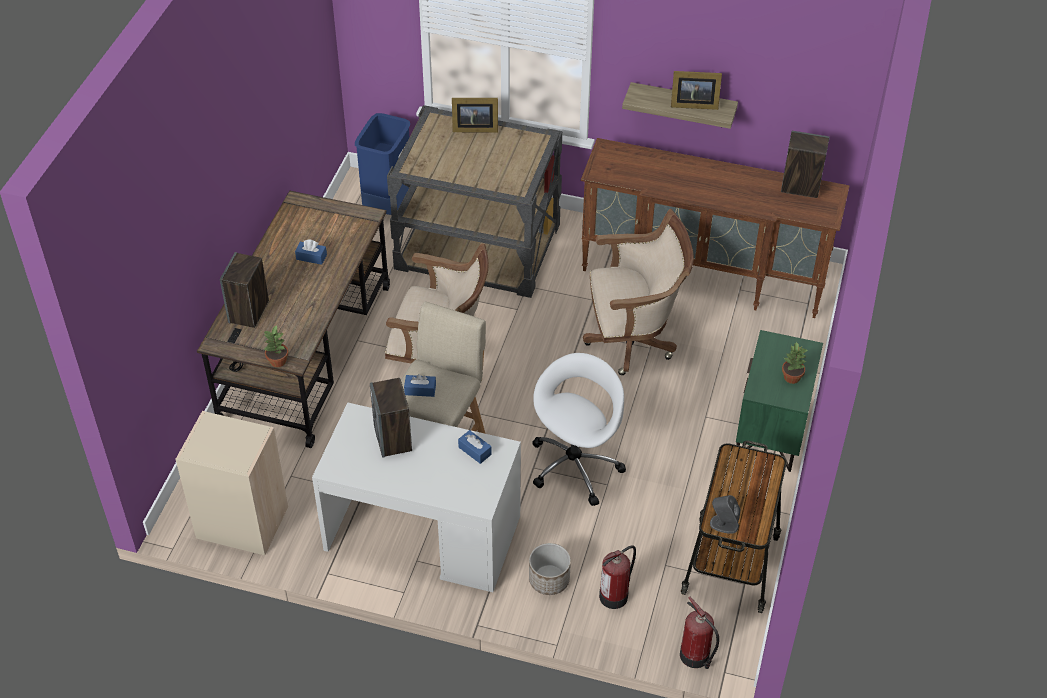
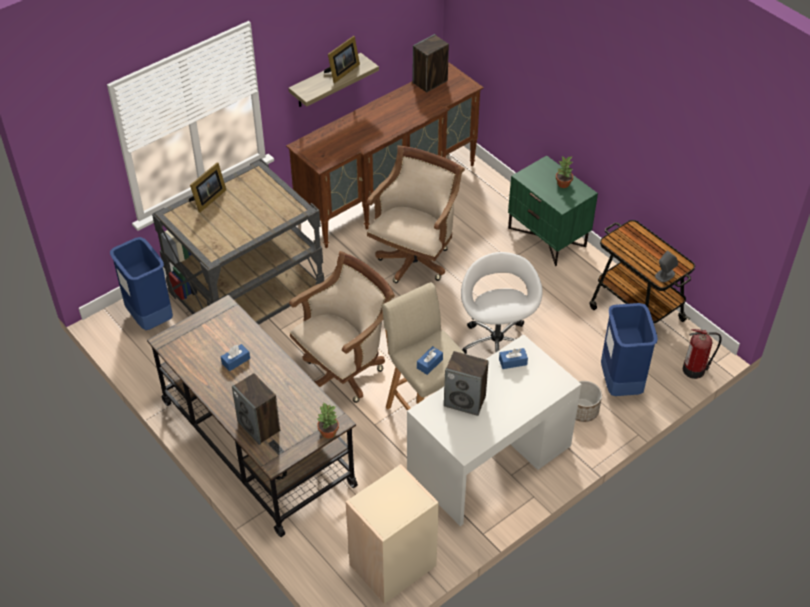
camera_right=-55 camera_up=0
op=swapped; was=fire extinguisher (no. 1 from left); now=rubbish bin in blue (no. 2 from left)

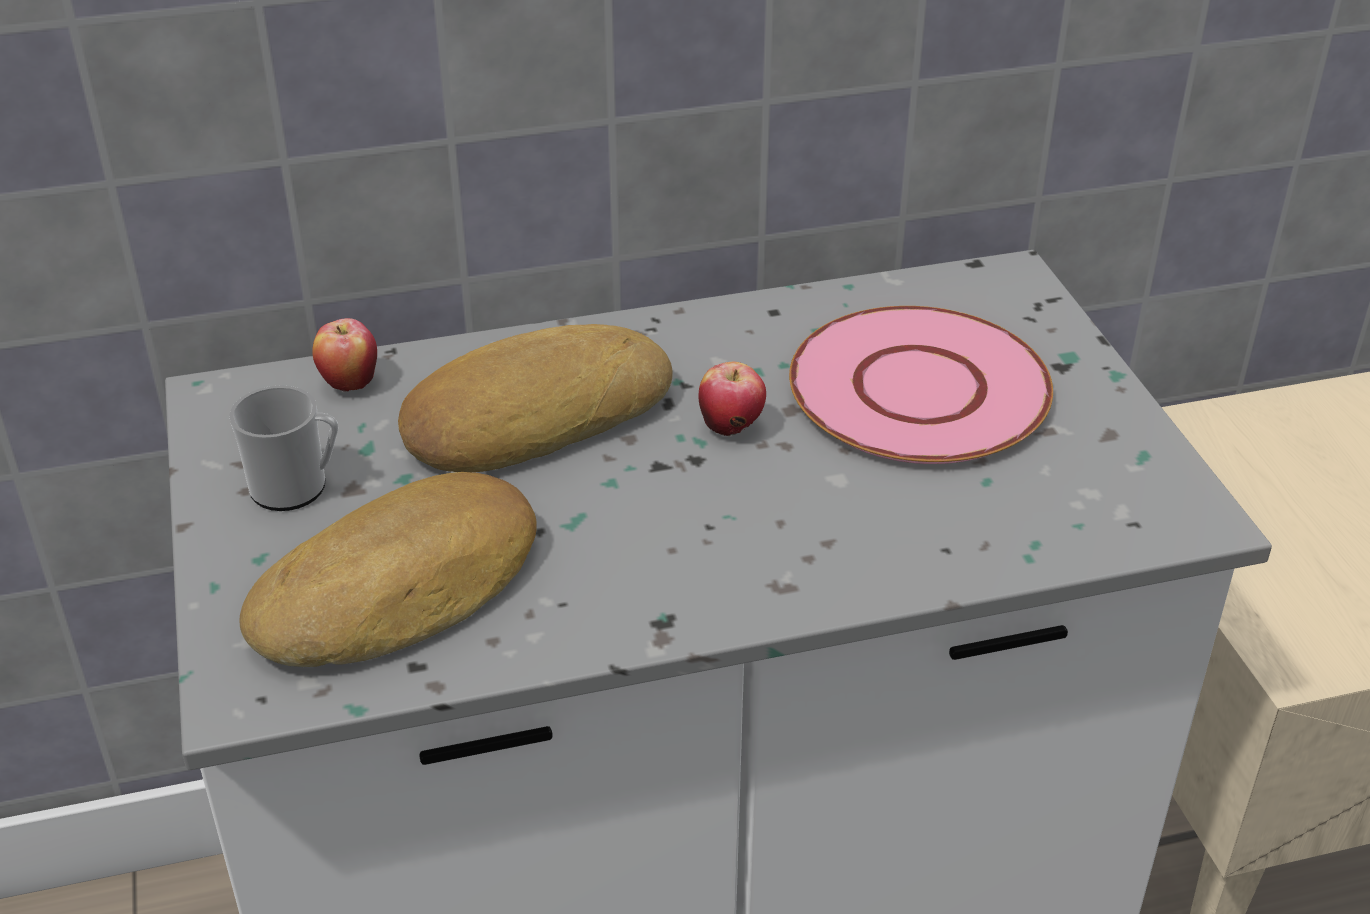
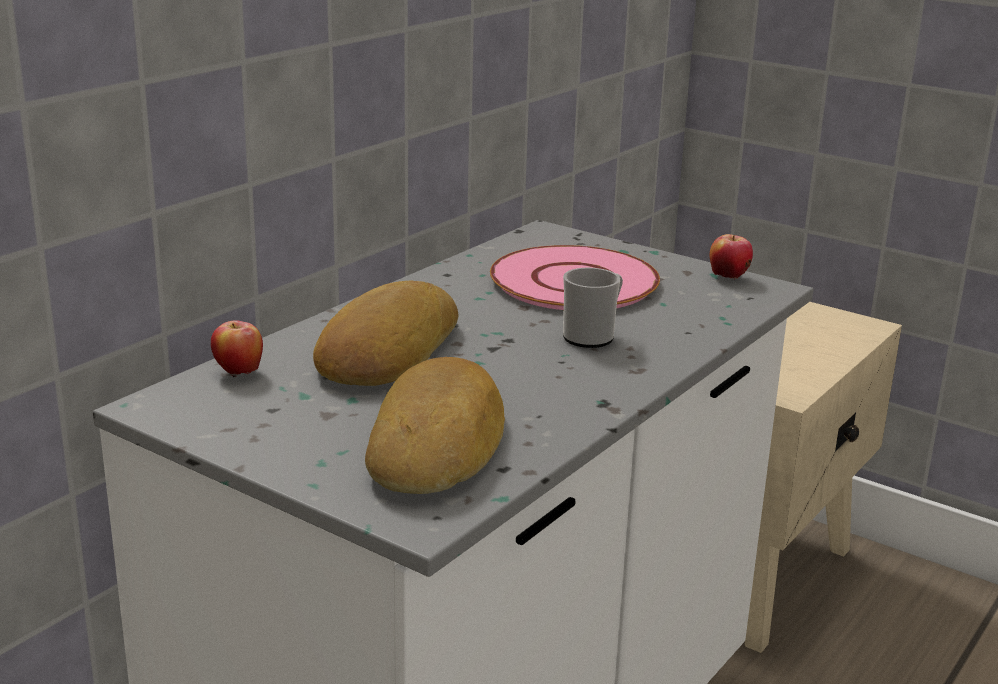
camera_right=-40 camera_up=-15
op=shifted; was=whole apple (no. 2 from left)
op=shifted; was=coffee mug

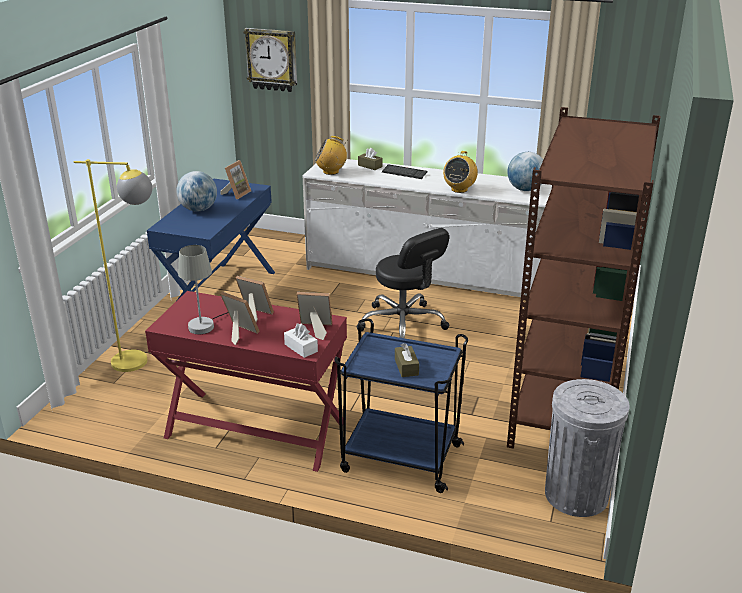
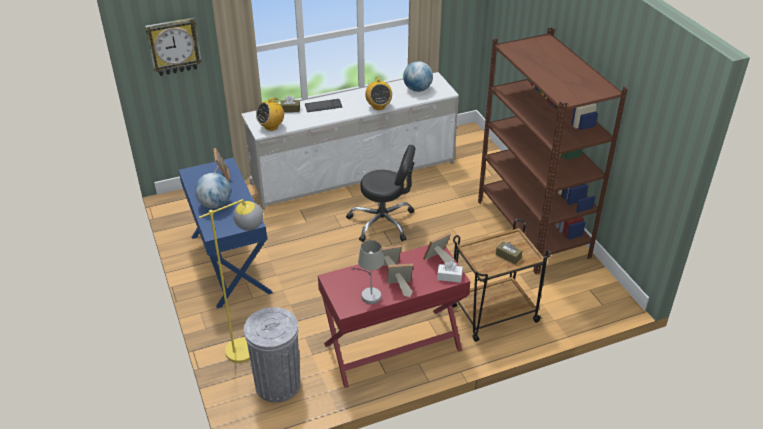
camera_right=-40 camera_up=10
op=repainted; was=wheeled cart in blue; now=wheeled cart in brownish
op=shifted; was=rubbish bin in gray

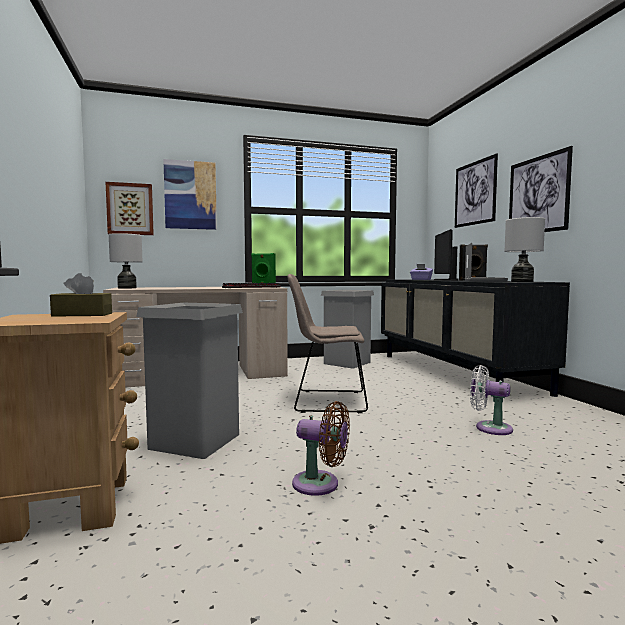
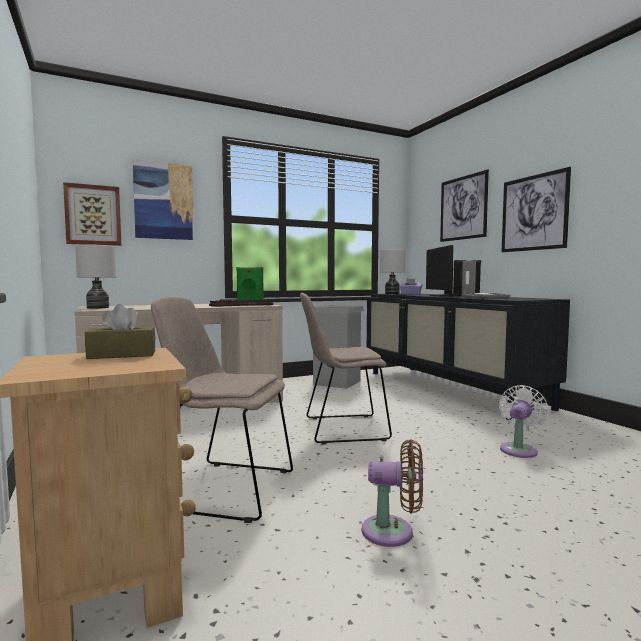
camera_right=-10 camera_up=0
op=shifted; was=table lamp in gray (no. 2 from left)
op=swapped; was=rubbish bin in gray (no. 1 from left); now=chair in beige-coloured (no. 1 from left)
op=rotated; was=cooling fan in white-coloured; clockwise=105

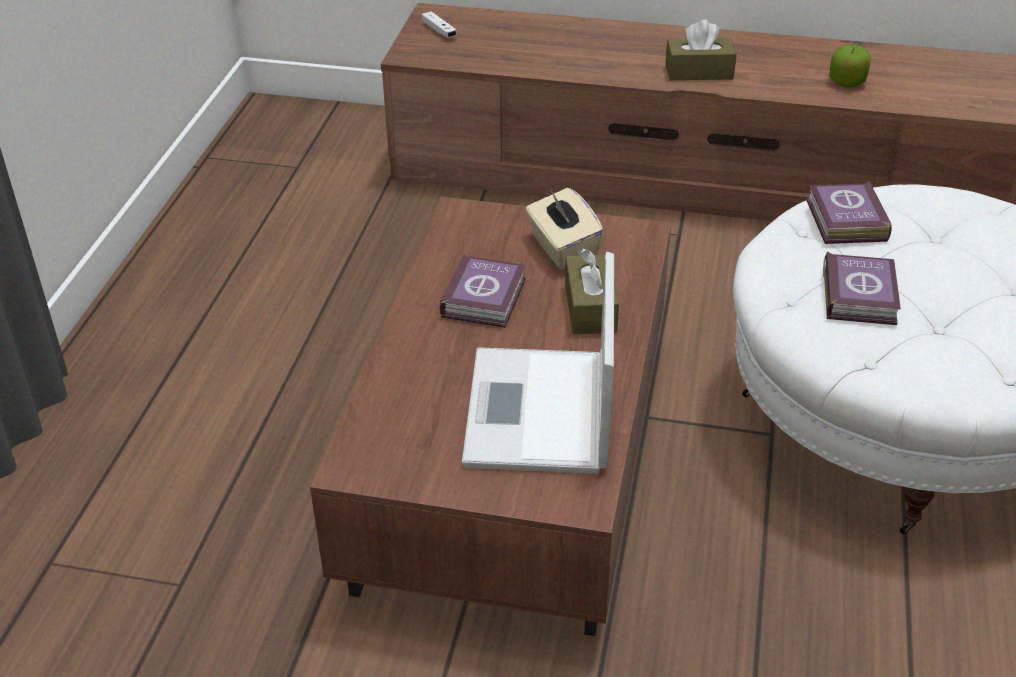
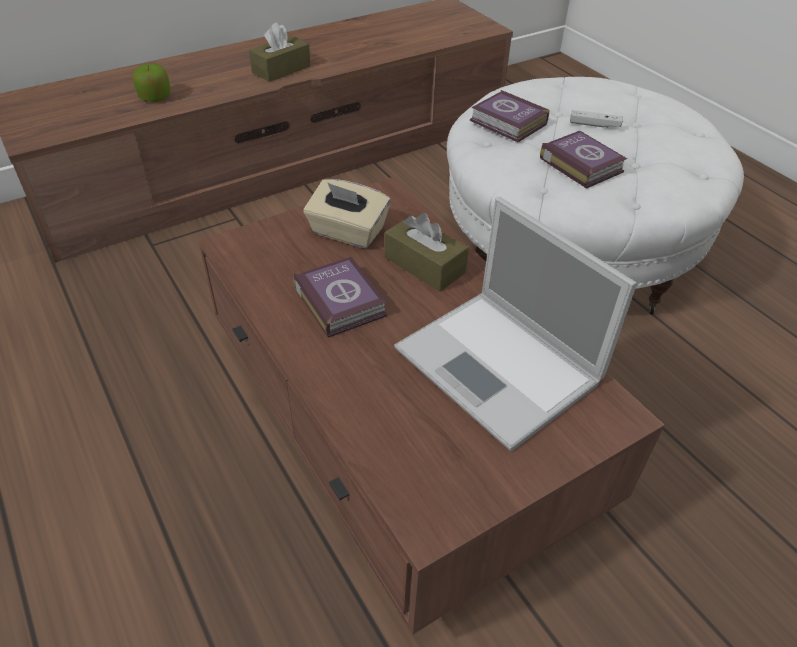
camera_right=-45 camera_up=5
op=shifted; was=game controller in white-coloured
op=shifted; was=whole apple

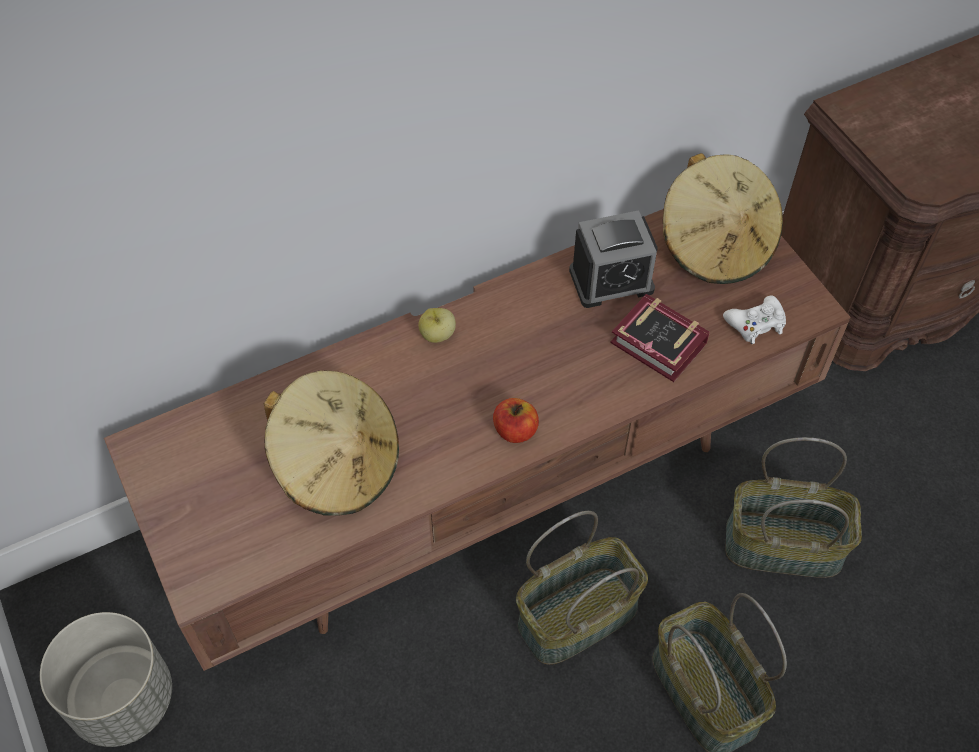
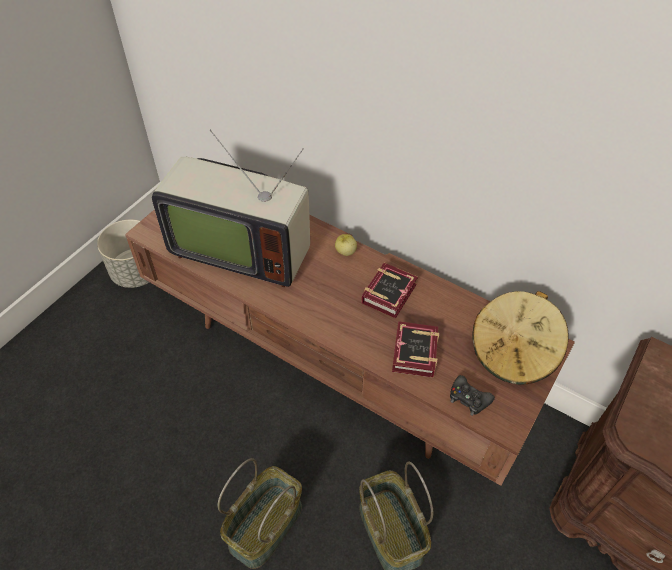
camera_right=60 camera_up=-5
op=gone; was=table clock
op=repainted; was=game controller in white-coloured; now=game controller in black
op=swapped; was=clothing hat in beige-coloured (no. 1 from left); now=TV set
op=gone; was=whole apple (no. 2 from left)
op=gone; was=basket (no. 1 from left)
op=new; now=bound book (no. 1 from left)

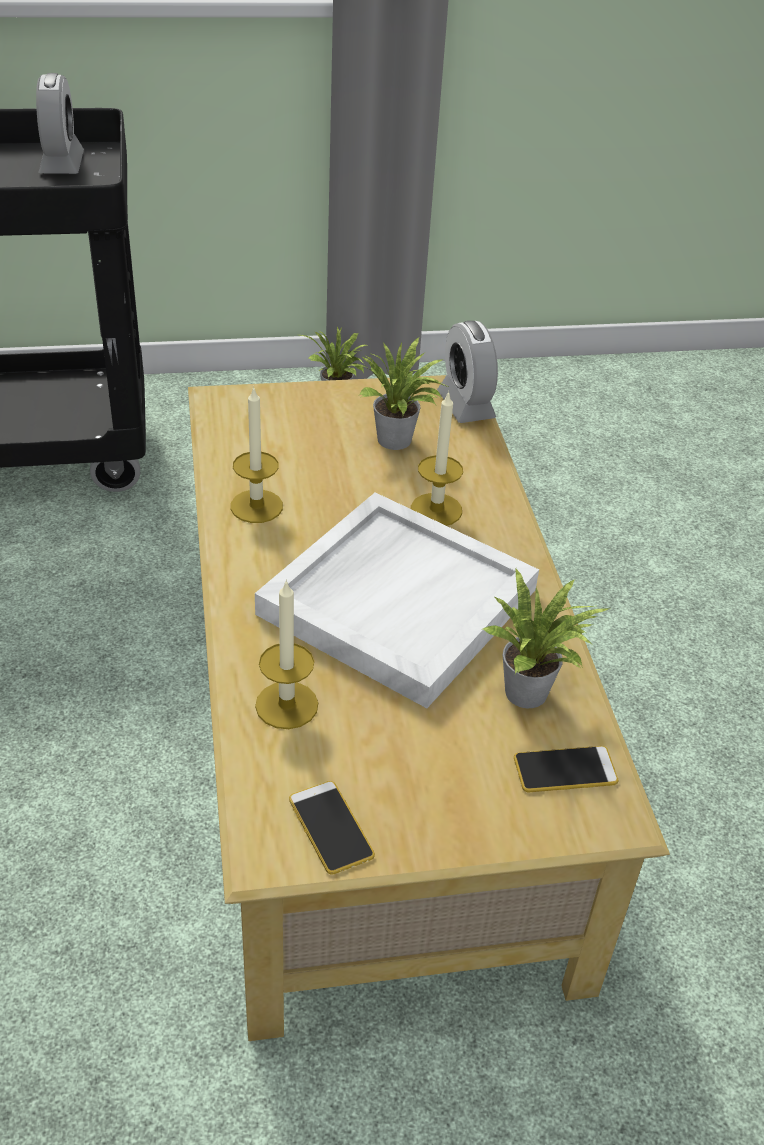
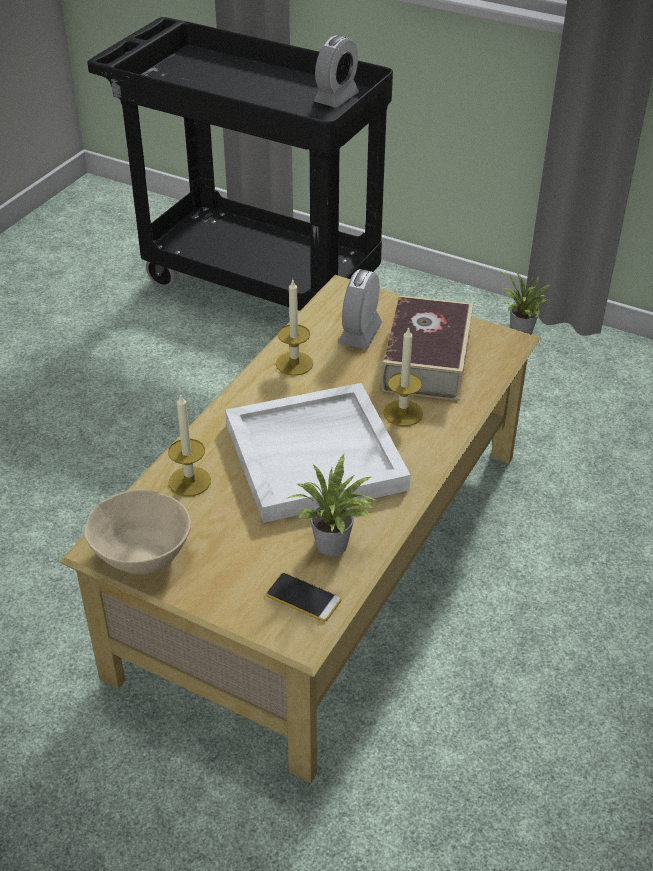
camera_right=40 camera_up=0
op=shifted; was=table clock (no. 2 from left)
op=swapped; was=potted plant (no. 2 from left); now=bound book
op=swapped; was=handset (no. 1 from left); now=serving bowl in beige-coloured

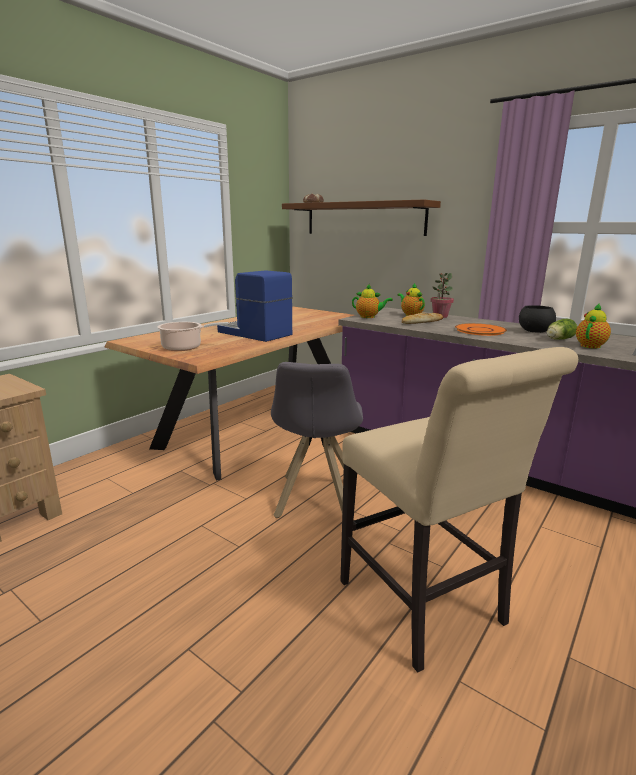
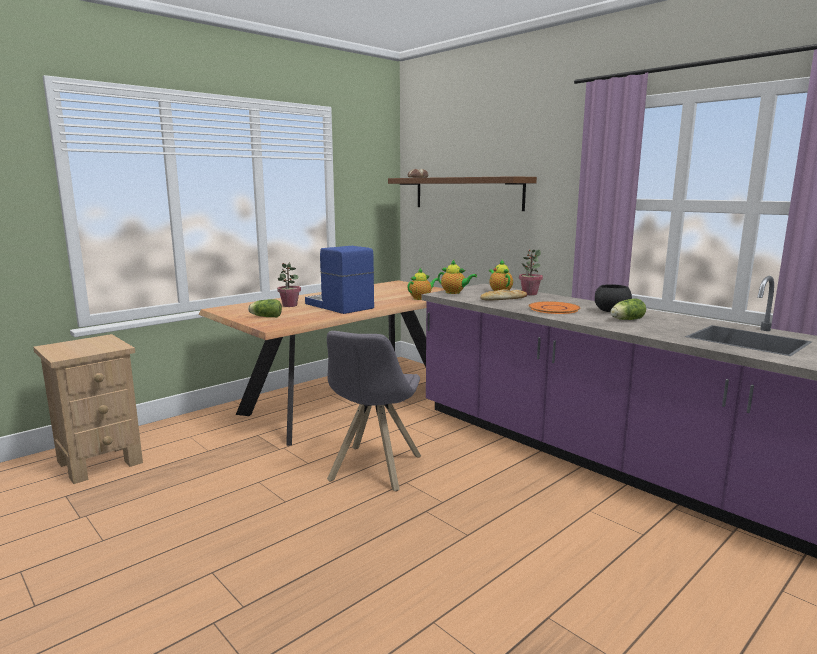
camera_right=10 camera_up=-5
op=shifted; was=teapot (no. 3 from left in the first image); now=teapot (no. 1 from left)
op=swapped; was=stockpot; now=head of lettuce (no. 1 from left)
op=gone; was=stool in beige-coloured
op=new; now=potted plant (no. 1 from left)

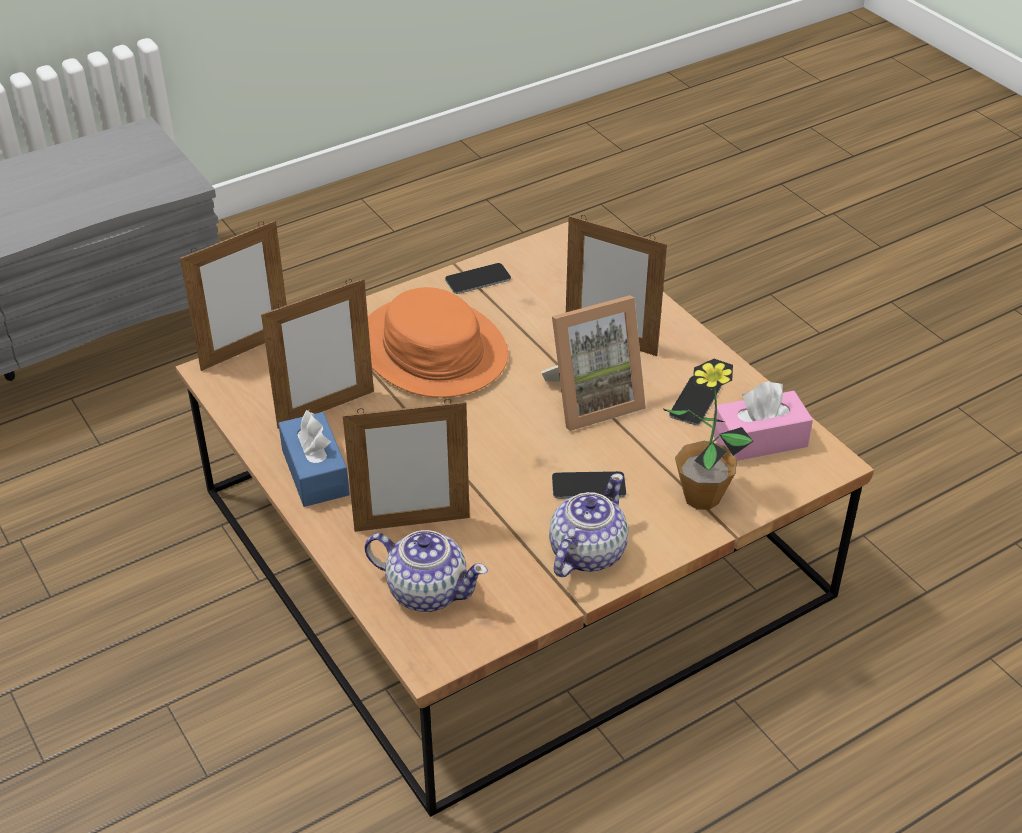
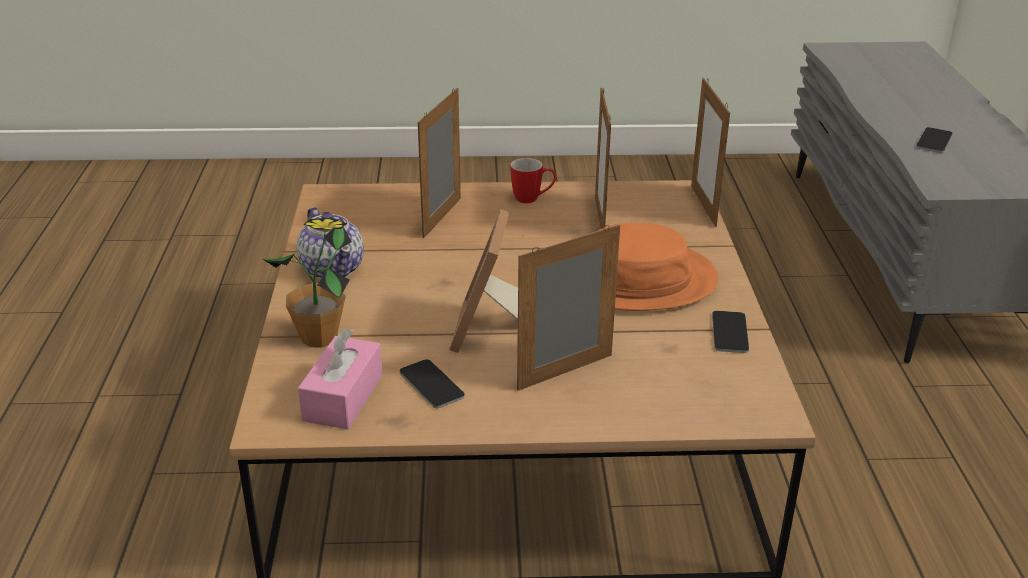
camera_right=120 camera_up=-10
op=swapped; was=box of tissues in blue; now=coffee mug
op=shifted; was=handset (no. 2 from left in the first image); now=handset (no. 3 from left)
op=gone; was=teapot (no. 1 from left)

